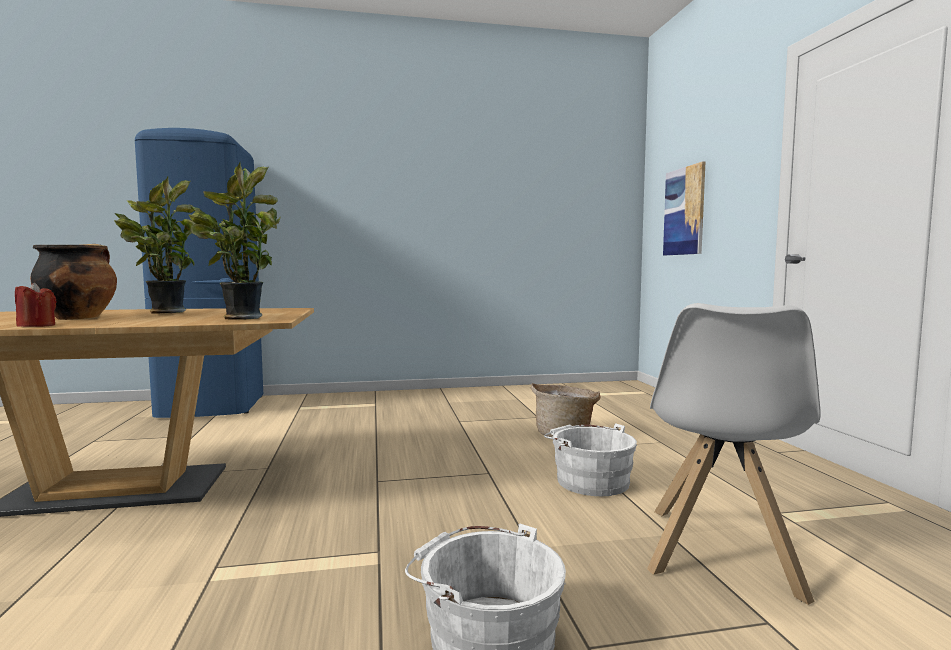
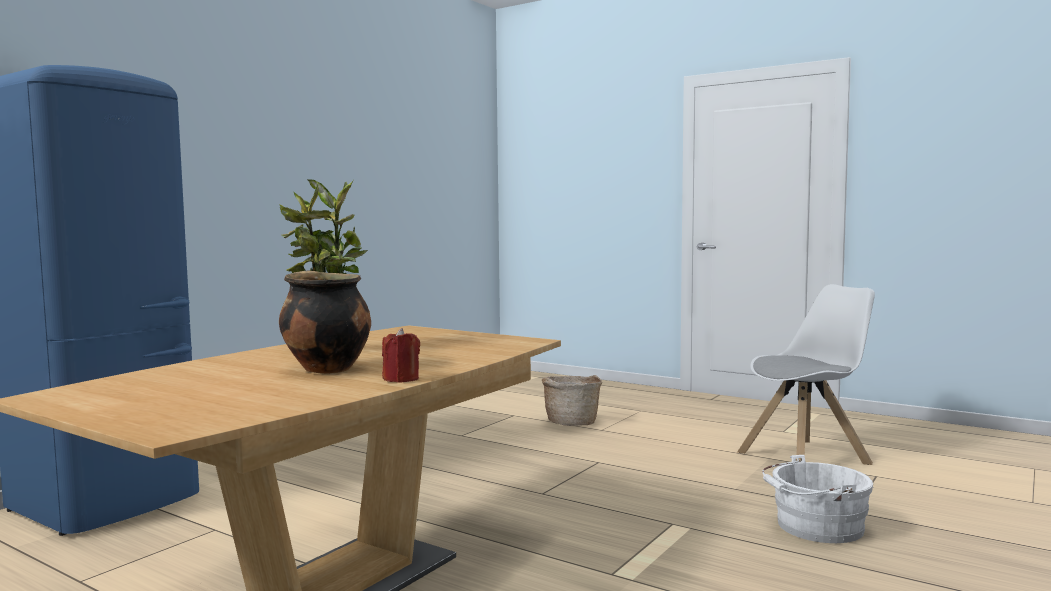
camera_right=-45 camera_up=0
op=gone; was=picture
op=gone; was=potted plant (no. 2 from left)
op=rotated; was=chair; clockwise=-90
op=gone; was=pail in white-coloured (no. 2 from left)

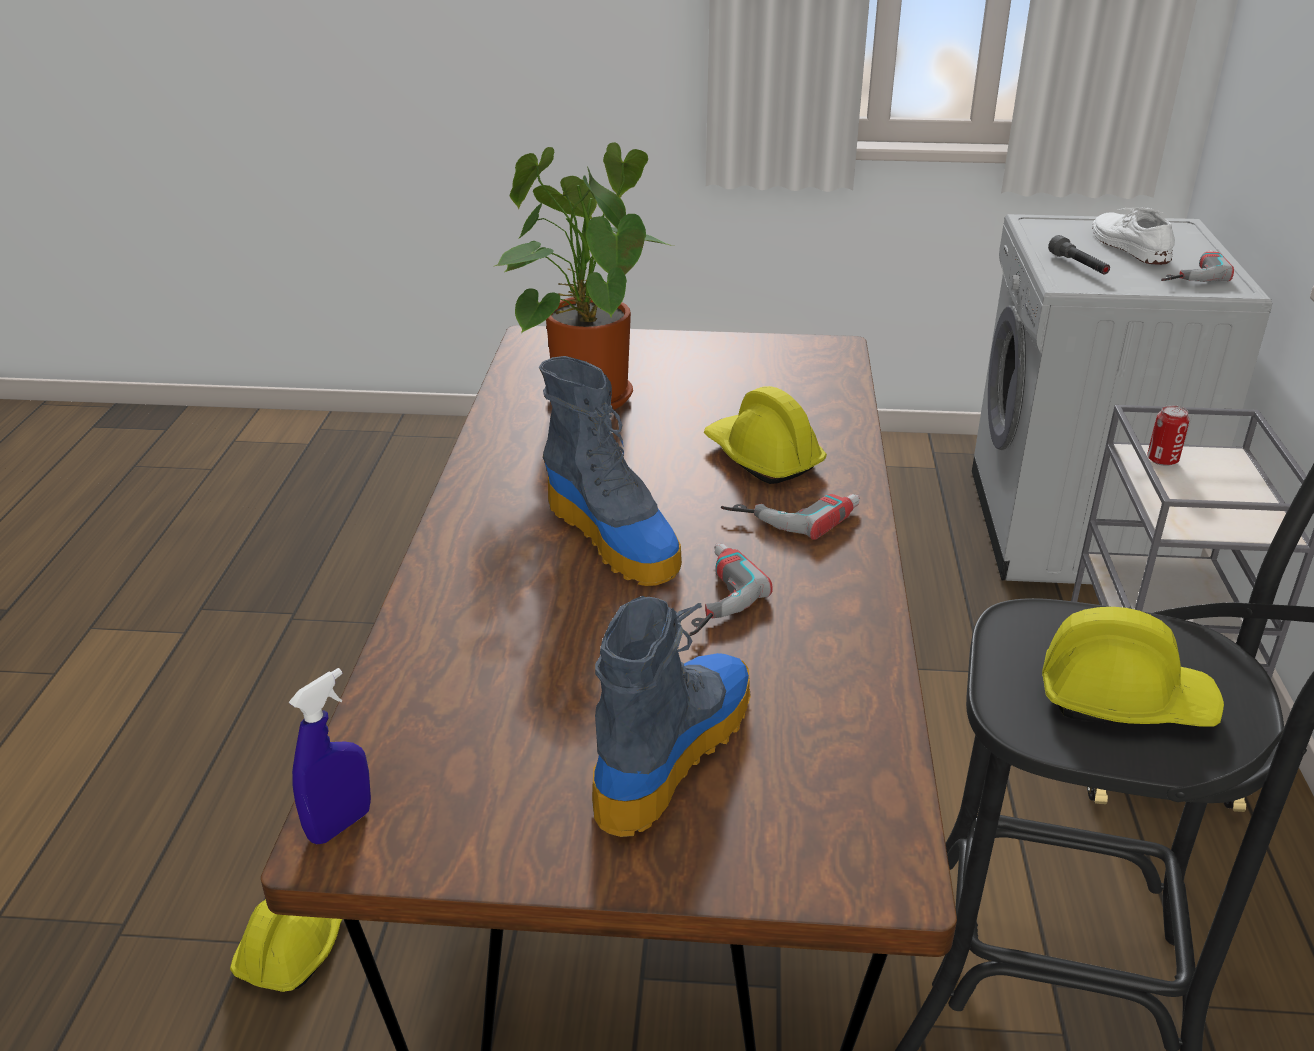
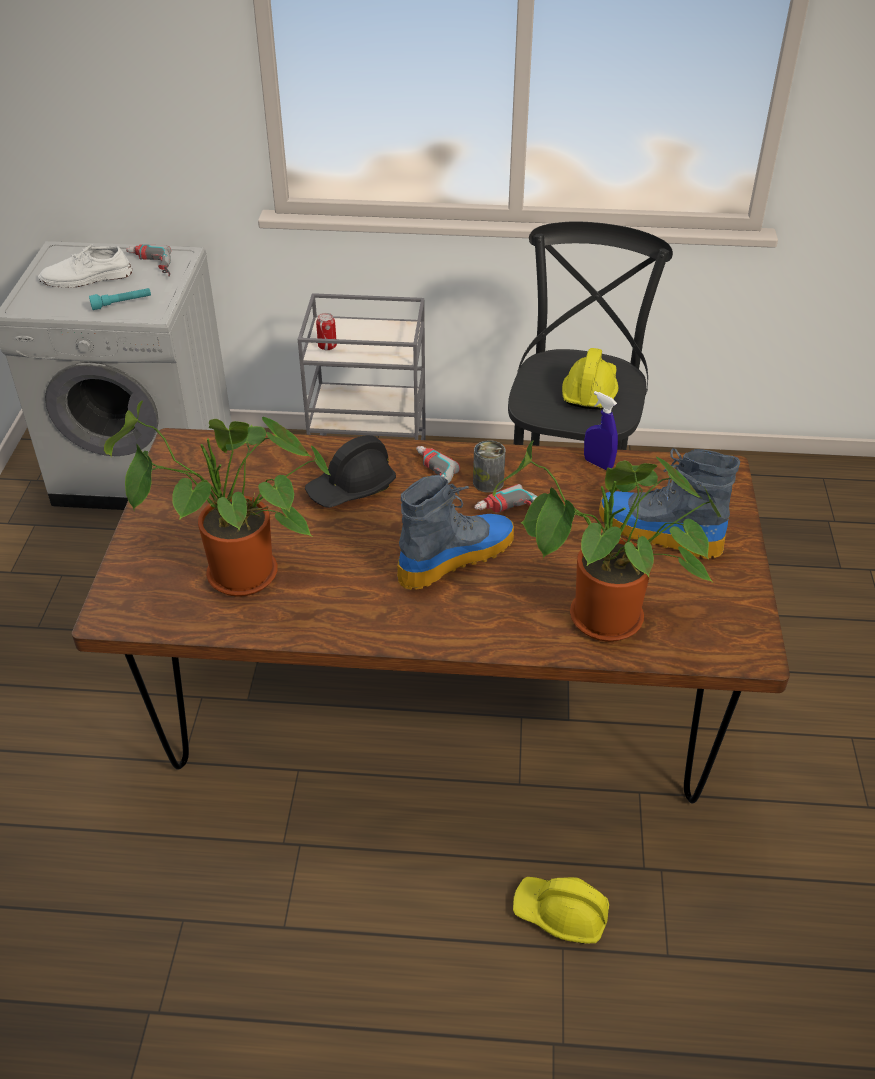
camera_right=-90 camera_up=10
op=repainted; was=flashlight in gray; now=flashlight in turquoise-coloured
op=repainted; was=hard hat in yellow (no. 2 from left); now=hard hat in black
op=shifted; was=sprayer in blue
op=new; now=can (no. 2 from left)
op=new; now=potted plant (no. 2 from left)

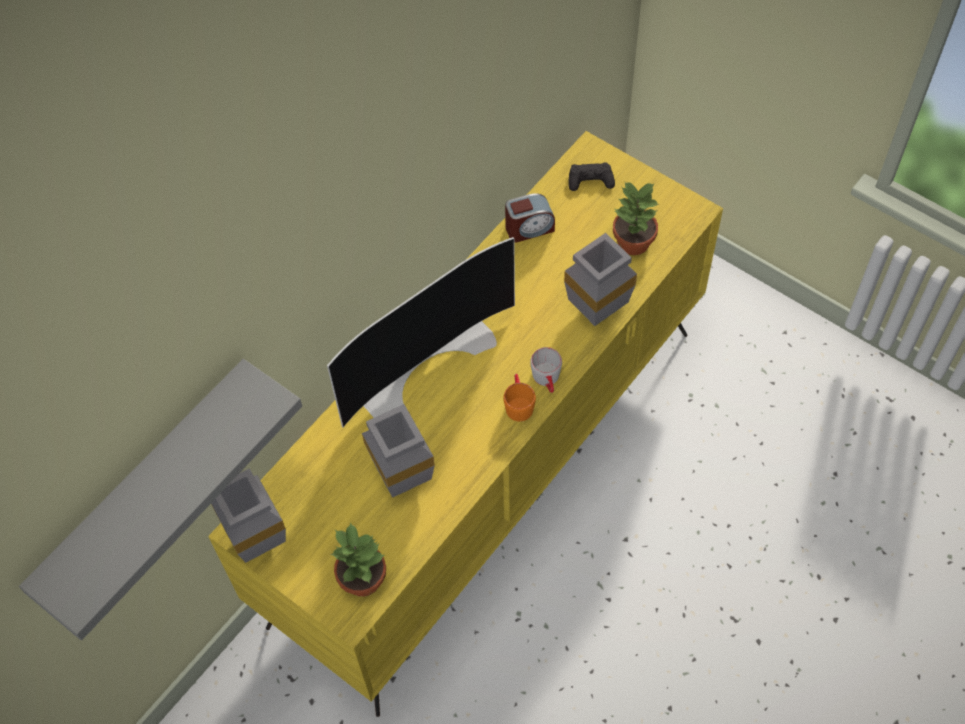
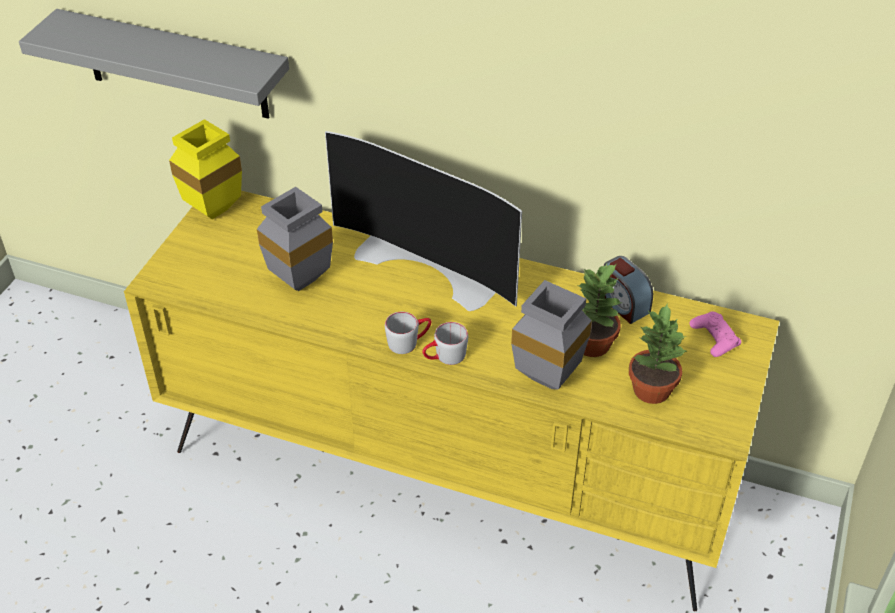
camera_right=70 camera_up=-15
op=repainted; was=game controller in black; now=game controller in pink
op=repainted; was=coffee mug in orange-coloured; now=coffee mug in gray (no. 1 from left)
op=repainted; was=flower vase in gray (no. 1 from left); now=flower vase in yellow
op=shifted; was=potted plant (no. 1 from left)

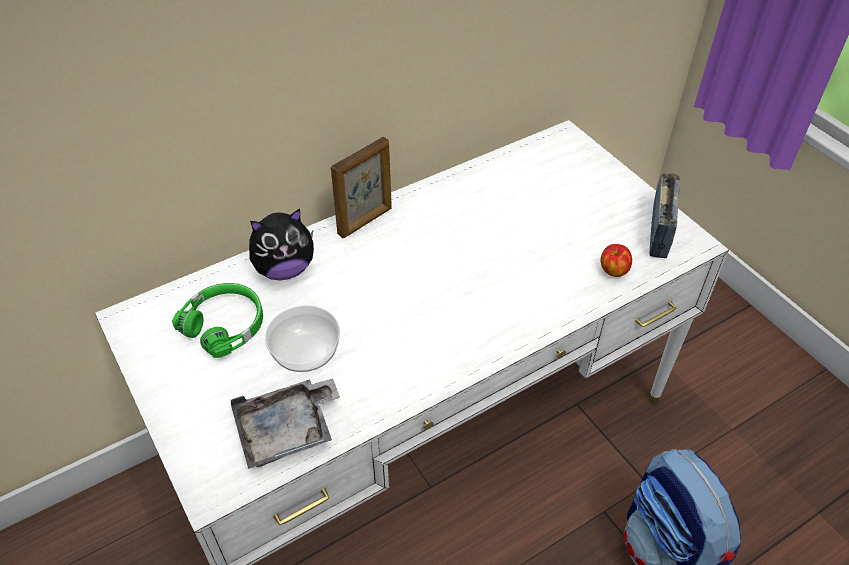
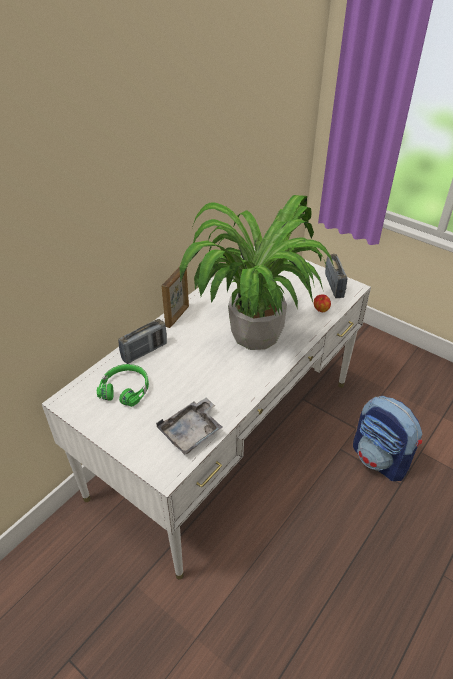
camera_right=-20 camera_up=-5
op=swapped; was=cuddly toy; now=radio receiver (no. 1 from left)
op=gone; was=serving bowl
op=new; now=potted plant

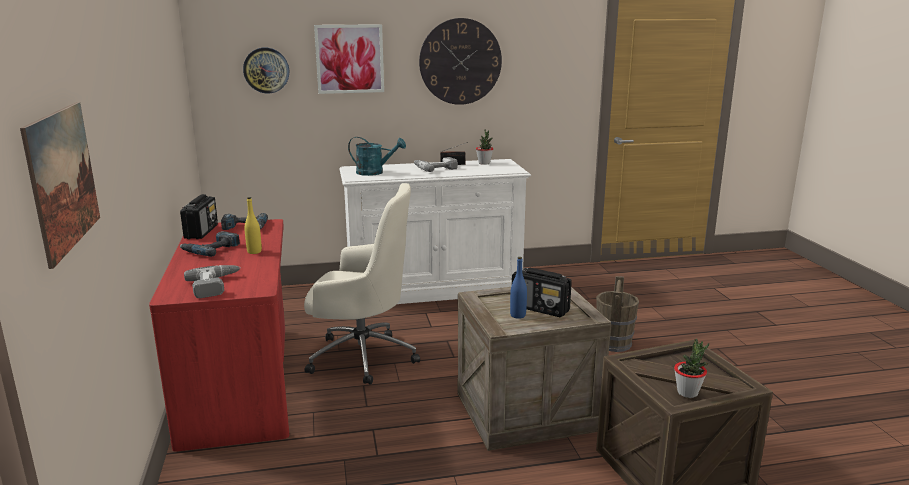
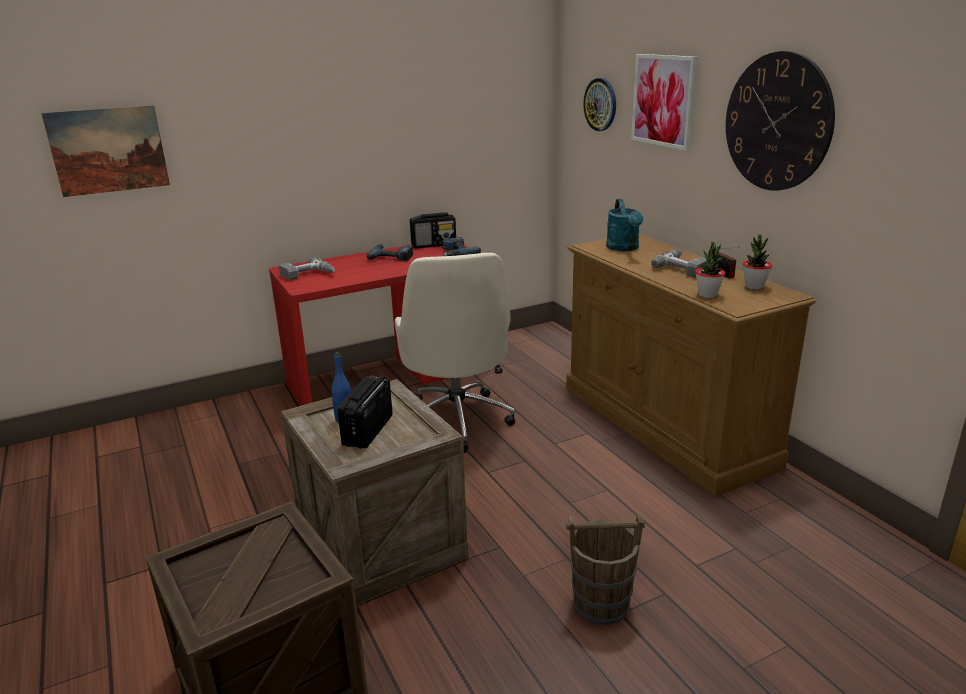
camera_right=75 camera_up=5
op=repainted; was=cupboard in white-coloured; now=cupboard in brownish
op=gone; was=drink bottle in yellow
op=shifted; was=potted plant (no. 2 from left in the first image); now=potted plant (no. 1 from left)

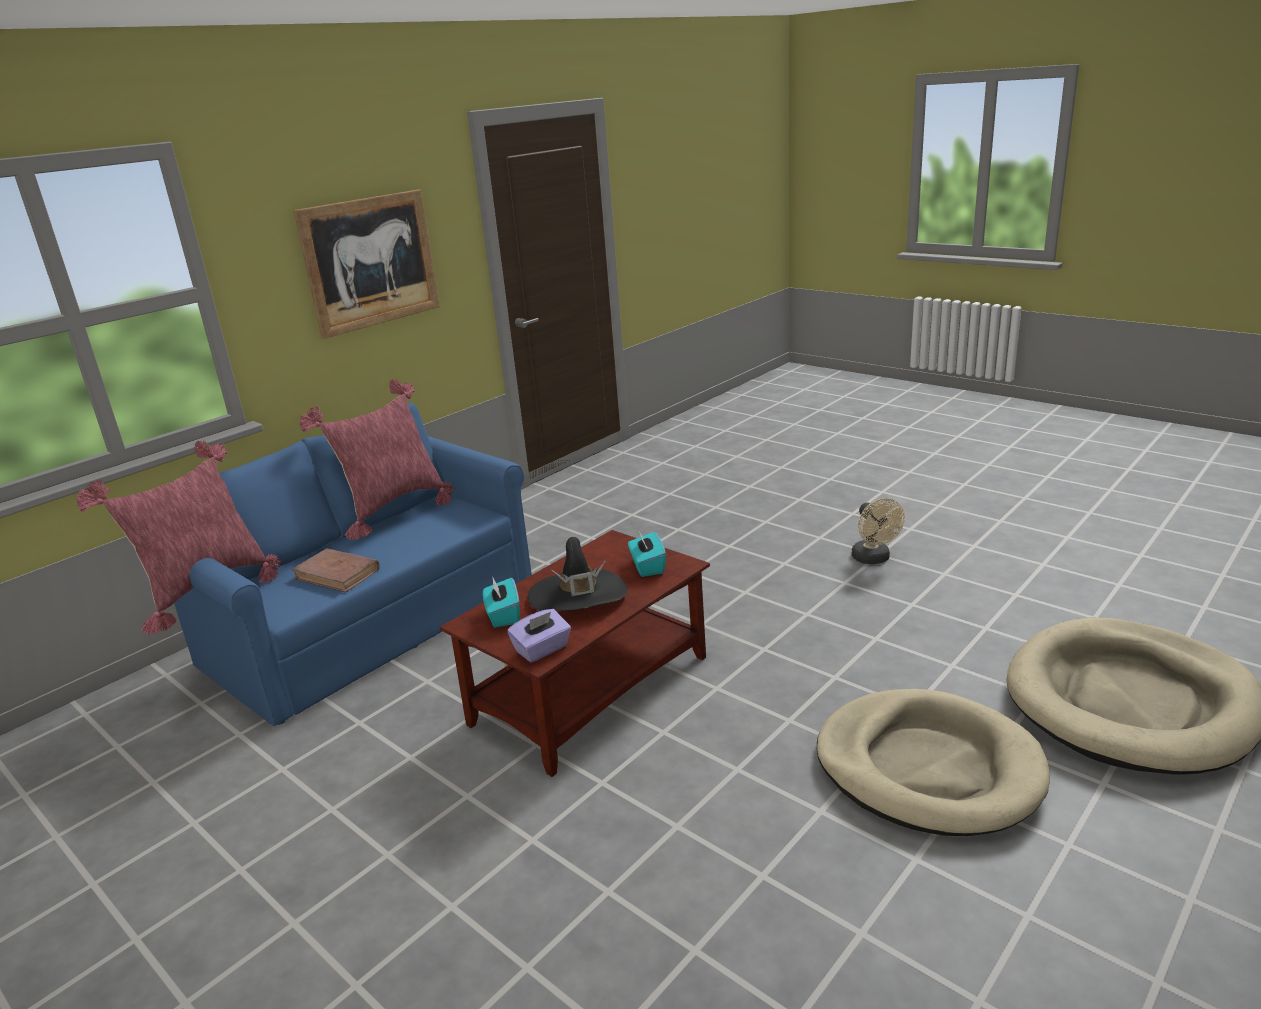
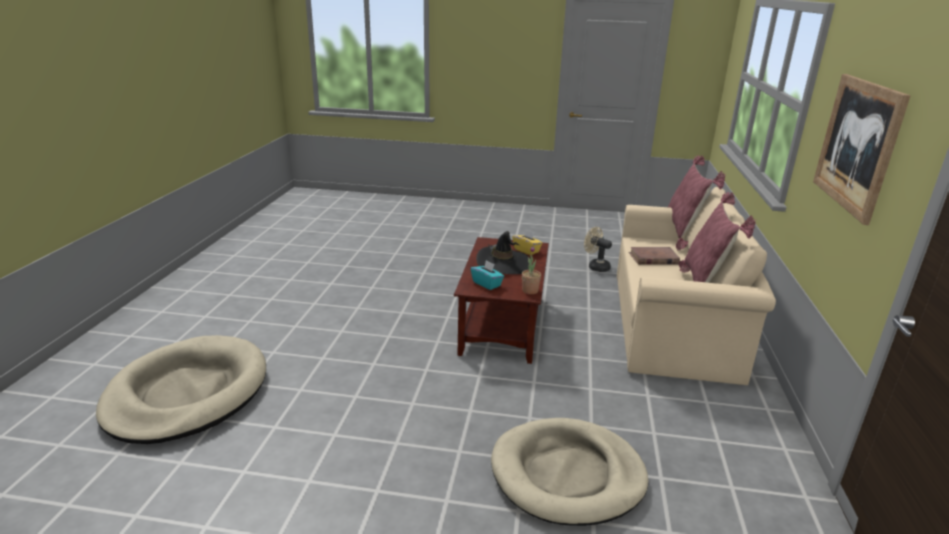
camera_right=145 camera_up=0
op=repainted; was=settee in blue; now=settee in beige-coloured
op=shifted; was=cooling fan in beige-coloured
op=repainted; was=box of tissues in turquoise-coloured (no. 1 from left); now=box of tissues in yellow
op=gone; was=box of tissues in purple
op=shifted; was=pet bed in beige-coloured (no. 1 from left in the first image); now=pet bed in beige-coloured (no. 2 from left)
op=new; now=potted plant

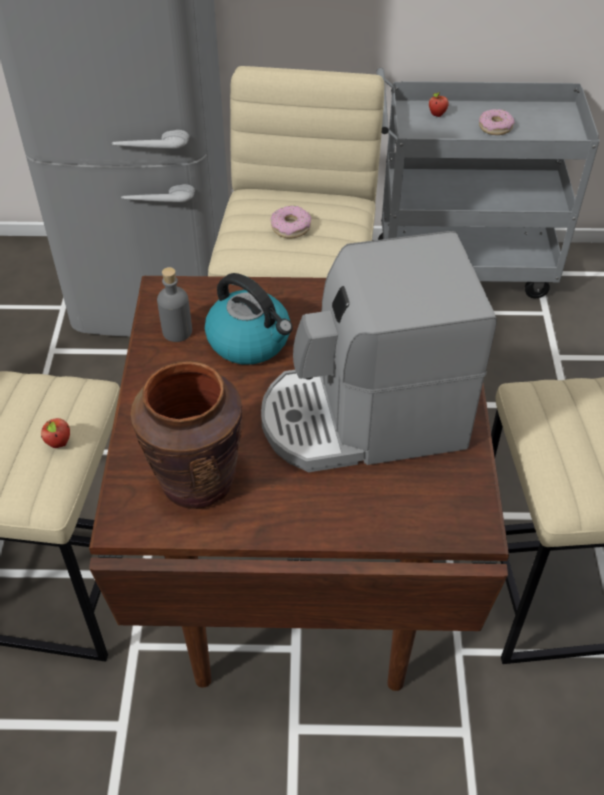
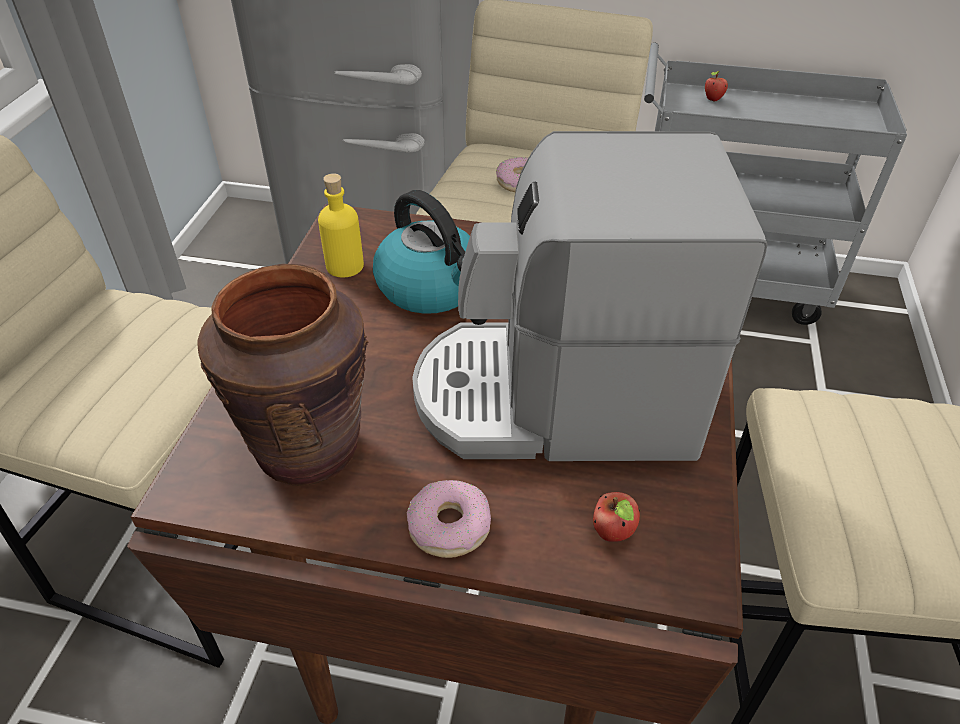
camera_right=10 camera_up=-5
op=shifted; was=donut (no. 2 from left in the first image); now=donut (no. 1 from left)
op=repainted; was=drink bottle in gray; now=drink bottle in yellow
op=shifted; was=whole apple (no. 1 from left)

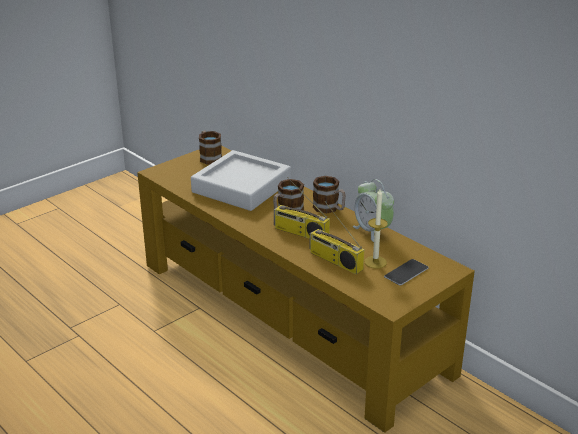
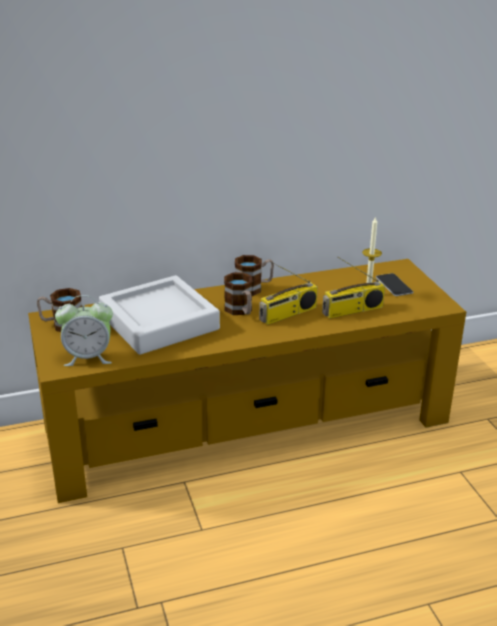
camera_right=-65 camera_up=0
op=shifted; was=table clock

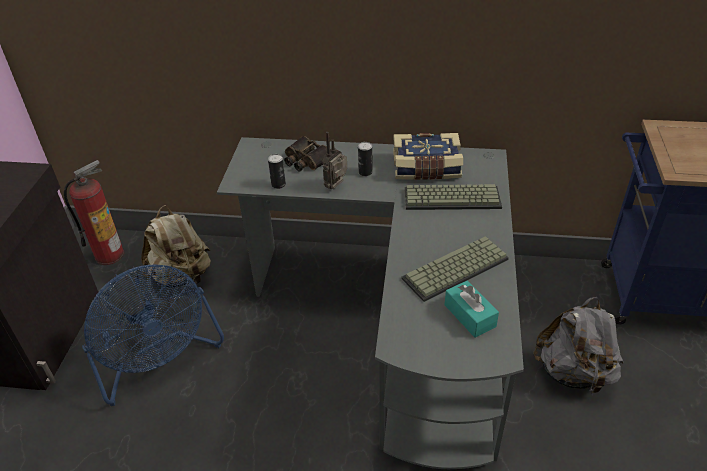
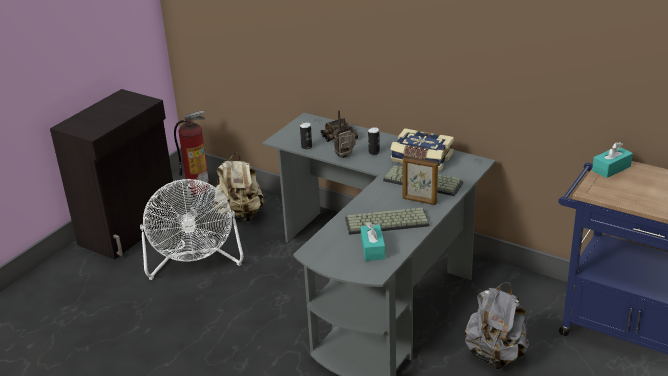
camera_right=25 camera_up=-10
op=repainted; was=cooling fan in blue; now=cooling fan in white-coloured
op=new; now=box of tissues in turquoise-coloured (no. 2 from left)
op=new; now=standing frame

